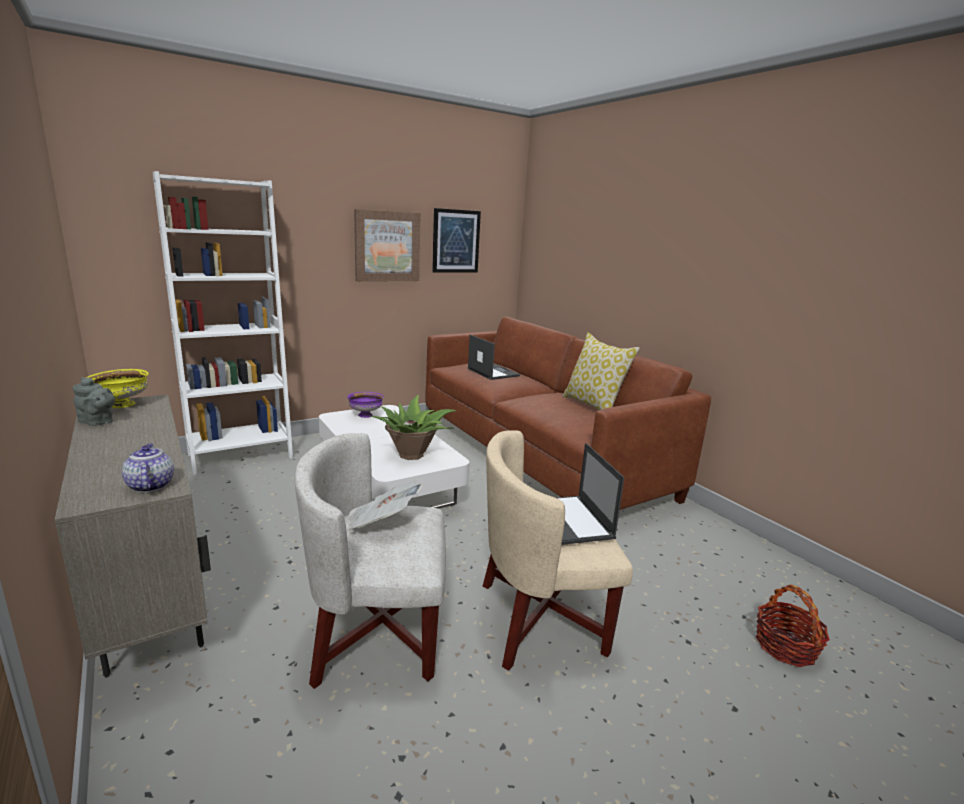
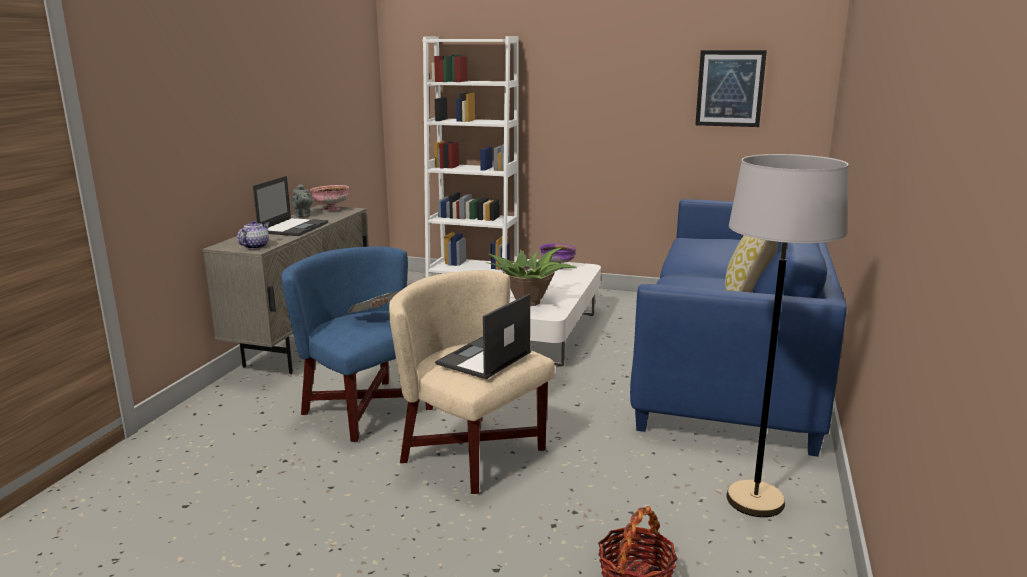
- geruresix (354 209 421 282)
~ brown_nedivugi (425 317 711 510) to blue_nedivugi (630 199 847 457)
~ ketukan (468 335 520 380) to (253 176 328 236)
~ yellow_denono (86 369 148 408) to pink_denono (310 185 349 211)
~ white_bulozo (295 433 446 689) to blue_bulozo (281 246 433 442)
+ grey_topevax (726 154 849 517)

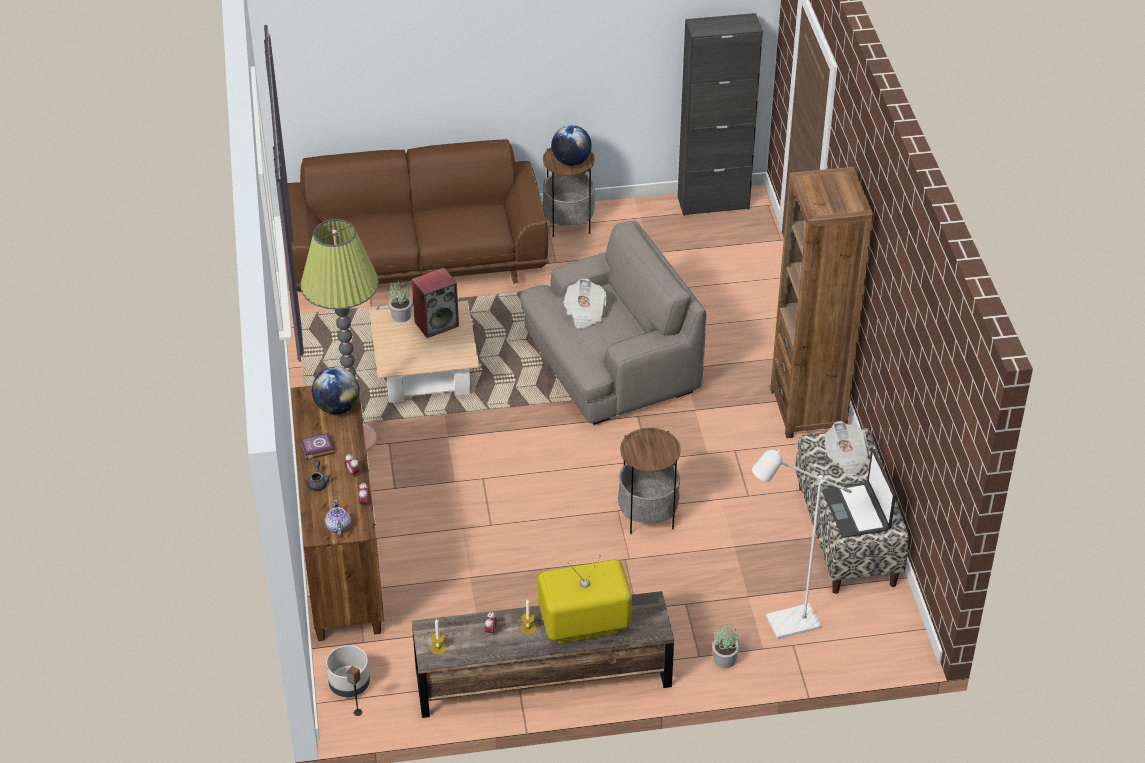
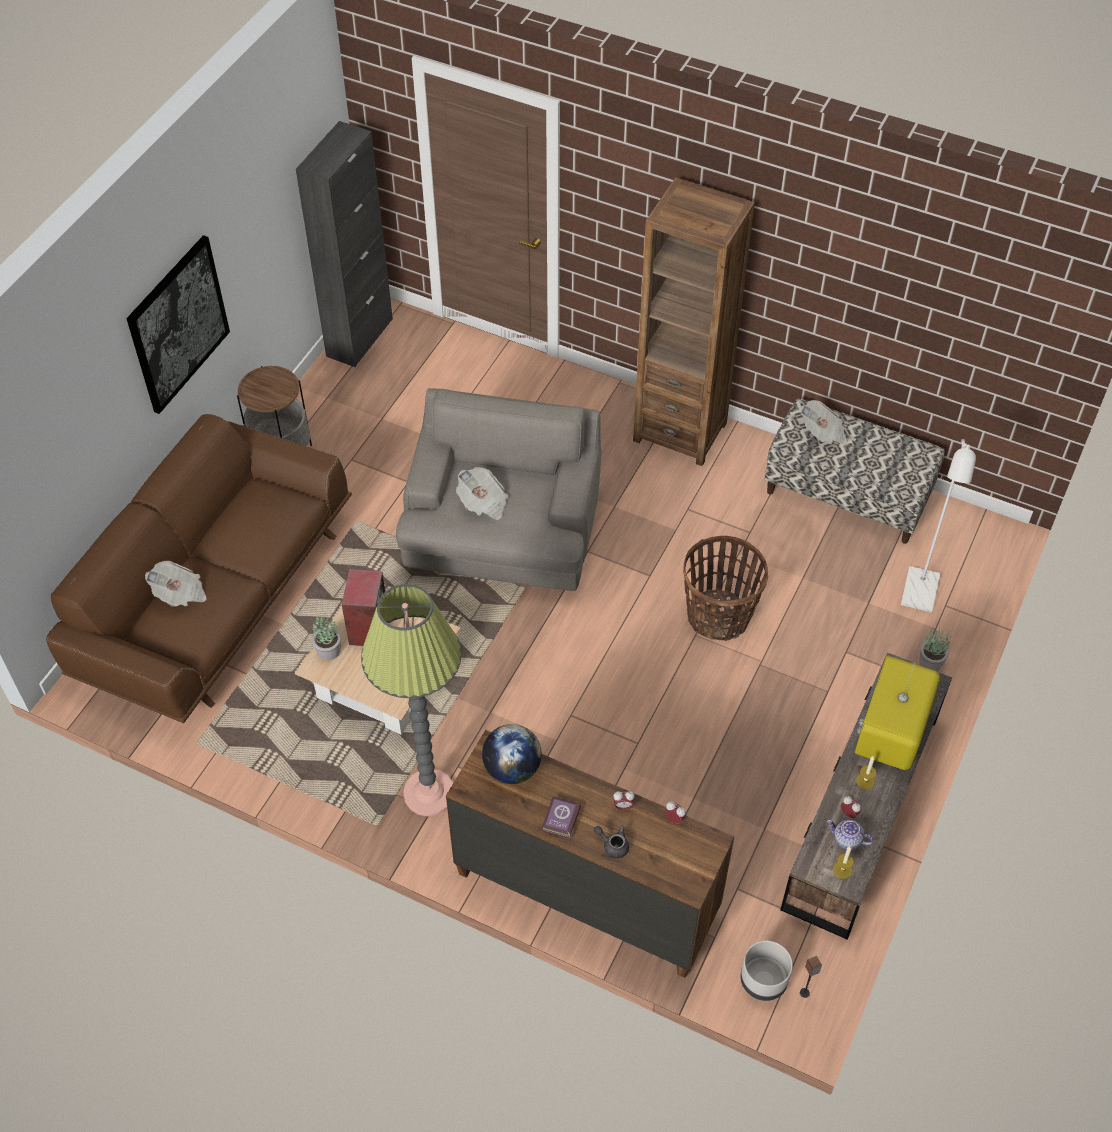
- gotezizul (551 125 592 166)
~ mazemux (618 428 681 534) to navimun (683 536 768 641)
- ketukan (822 449 896 538)
~ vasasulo (325 499 351 537) to (827 820 873 850)
+ geruresix (126 235 230 414)
+ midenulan (145 561 206 607)

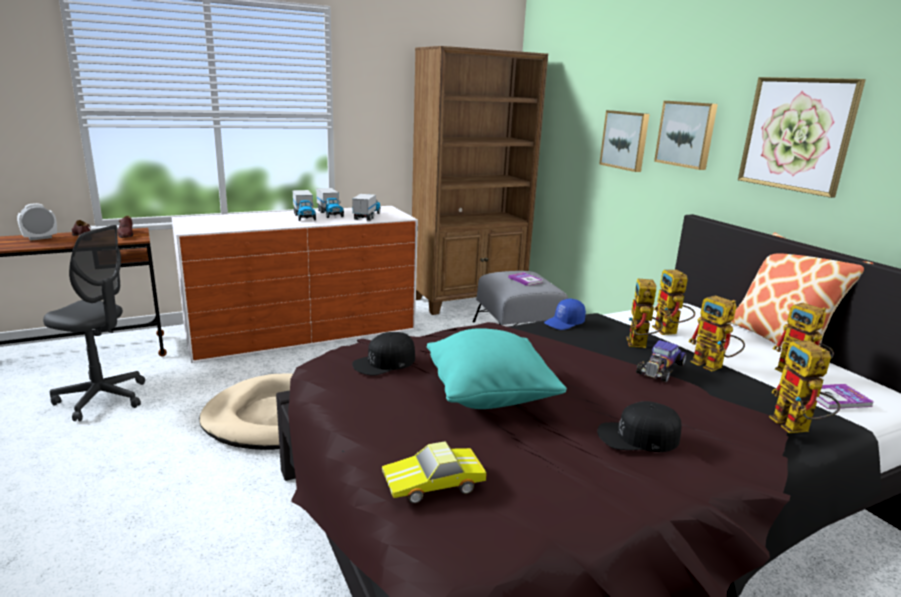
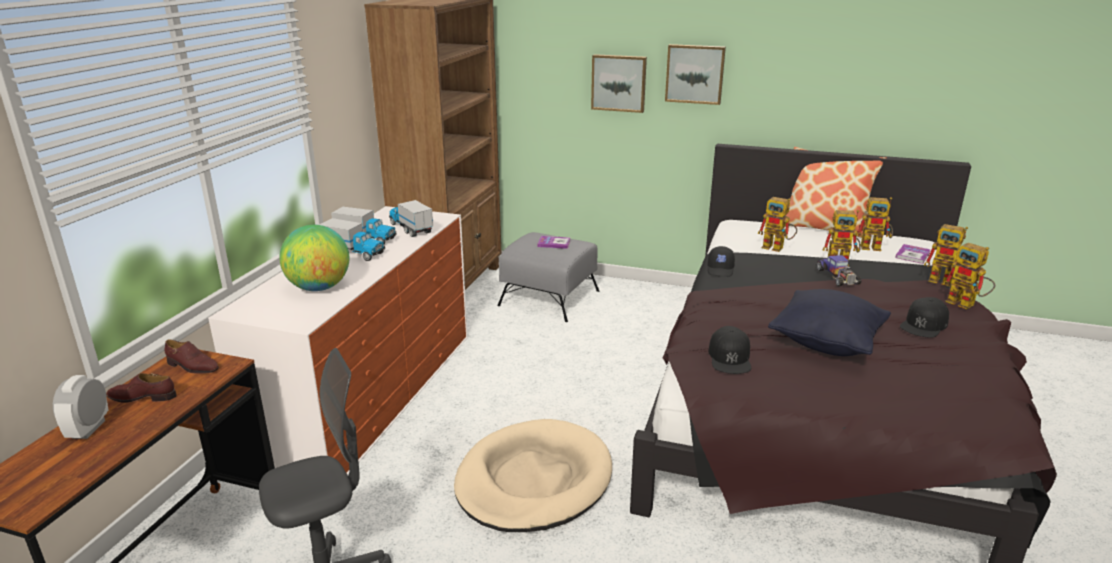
- geruresix (738 77 866 198)
~ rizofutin (626 278 663 348) to (943 243 995 309)
~ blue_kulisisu (544 299 586 330) to black_kulisisu (708 246 735 277)
~ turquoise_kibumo (426 328 567 409) to black_kibumo (768 289 891 356)
- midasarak (382 441 487 503)
+ gotezizul (279 225 349 291)

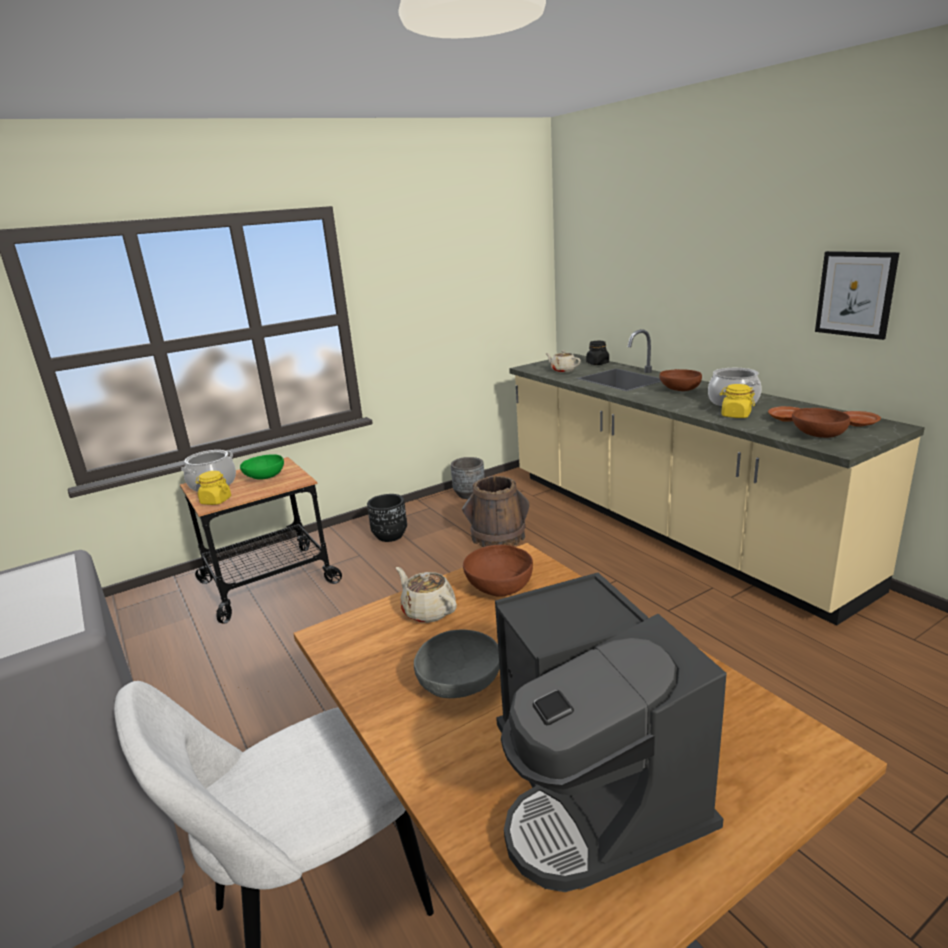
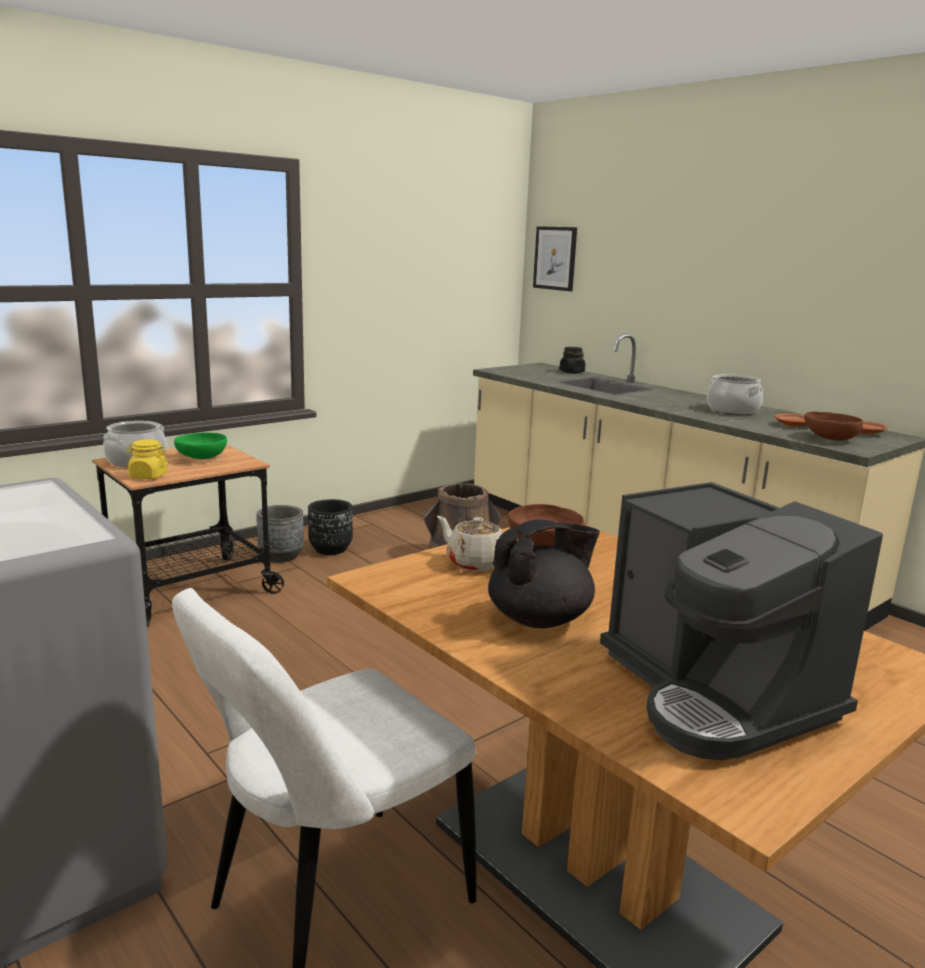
~ geruresix (815 251 900 340) to (533 226 577 291)
- beige_vasasulo (545 350 581 372)
- brown_denono (659 369 702 391)
- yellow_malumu (720 384 755 418)
~ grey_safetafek (451 457 485 499) to (257 505 304 562)
~ grey_denono (414 630 500 698) to black_vasasulo (488 520 600 628)

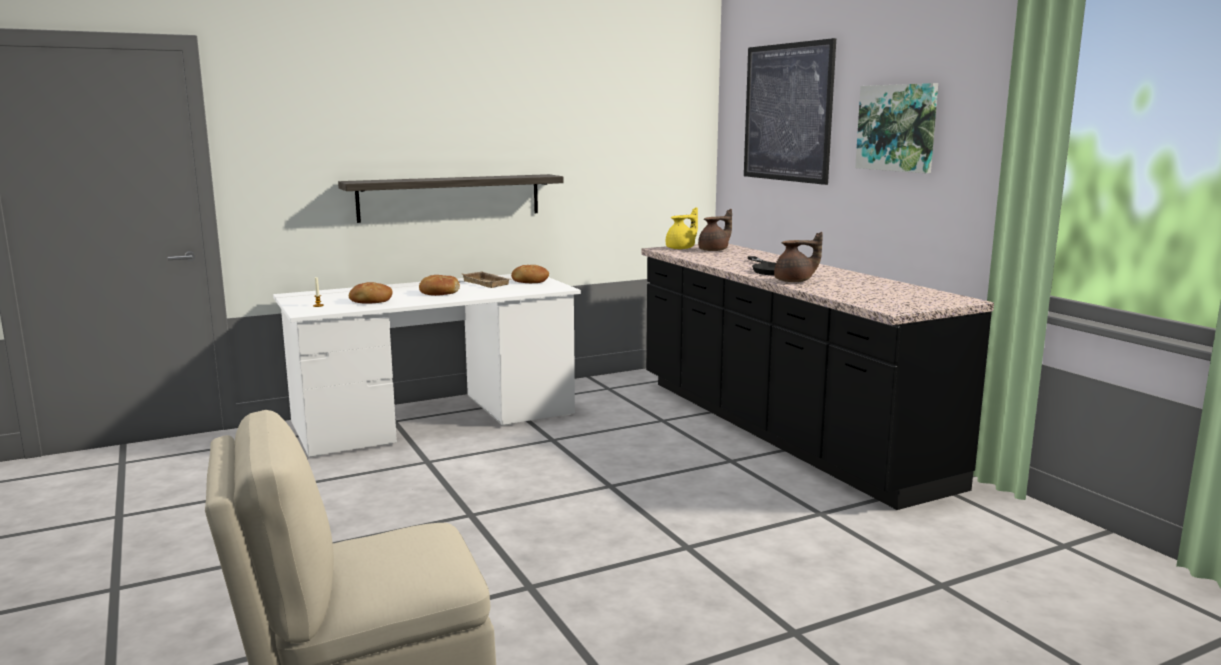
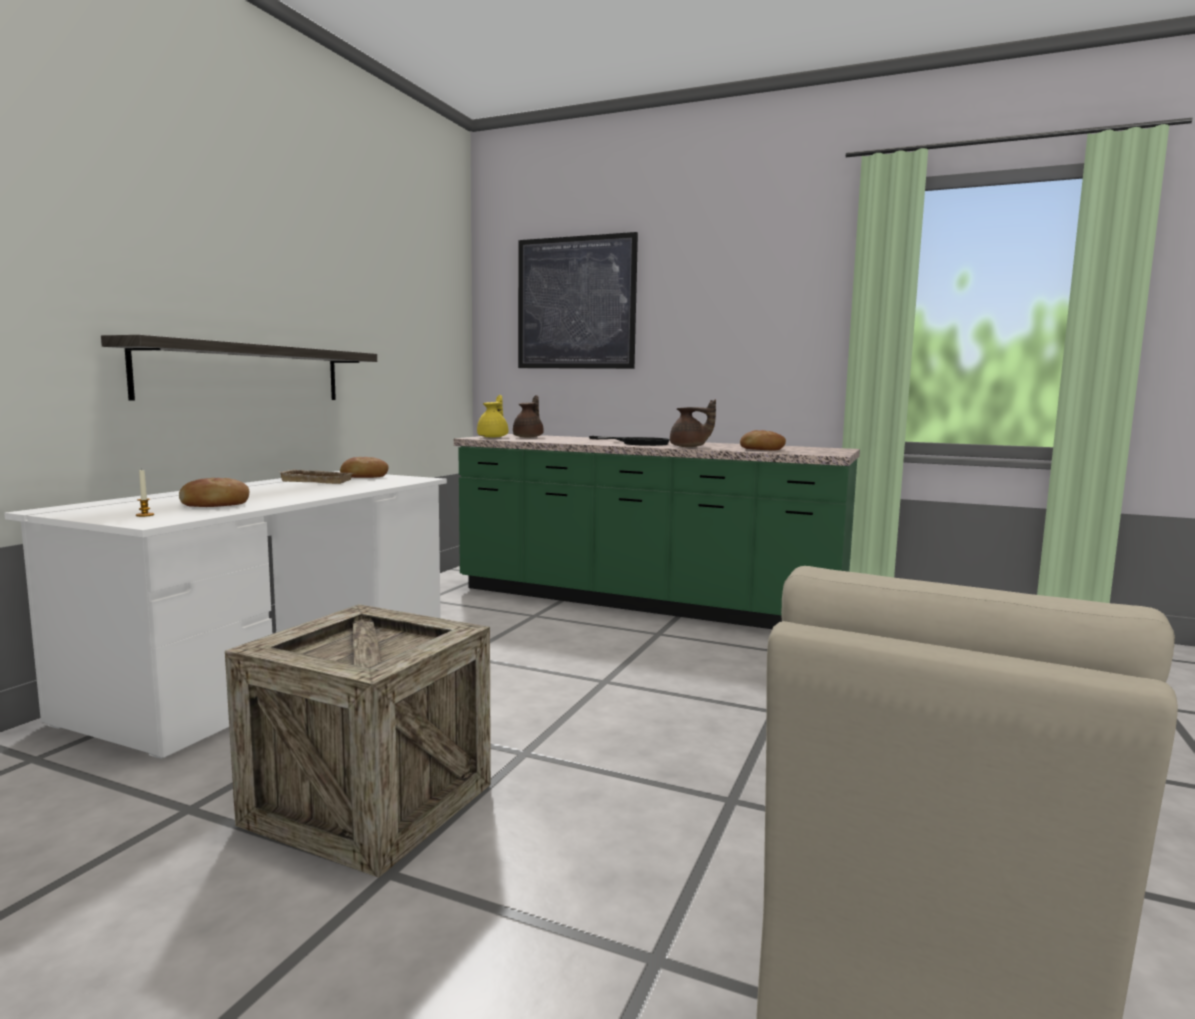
- geruresix (855 83 938 173)
~ brown_vasasulo (774 232 823 282) = (670 399 716 447) 60 degrees clockwise
~ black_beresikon (641 244 994 510) to green_beresikon (454 434 860 629)
~ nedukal (419 275 460 296) to (740 430 786 450)
+ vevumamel (225 604 491 878)

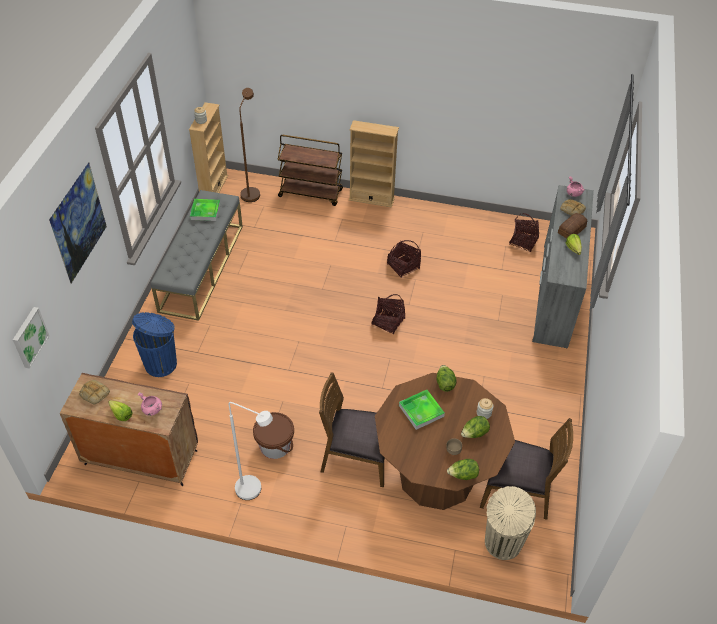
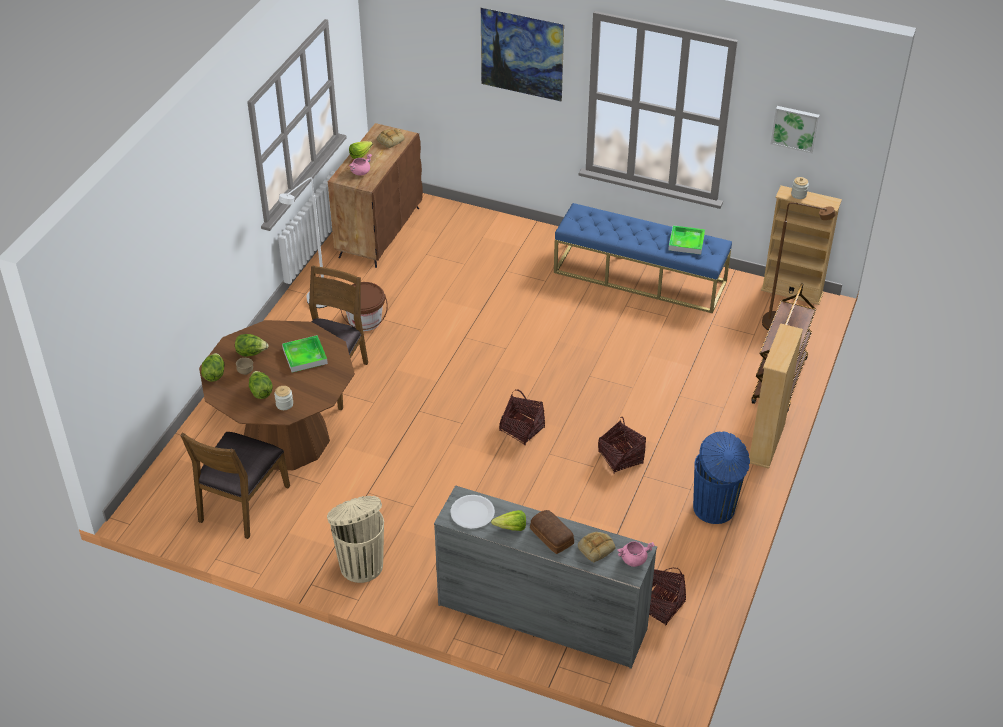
~ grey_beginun (151 190 243 321) to blue_beginun (554 203 732 313)
~ geruresix (13 307 49 369) to (771 106 820 153)
~ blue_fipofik (132 312 177 377) to (693 431 750 524)
~ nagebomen (436 365 457 392) to (235 334 269 357)
~ beige_fipofik (485 486 536 560) to (327 496 384 583)
+ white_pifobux (450 495 495 529)

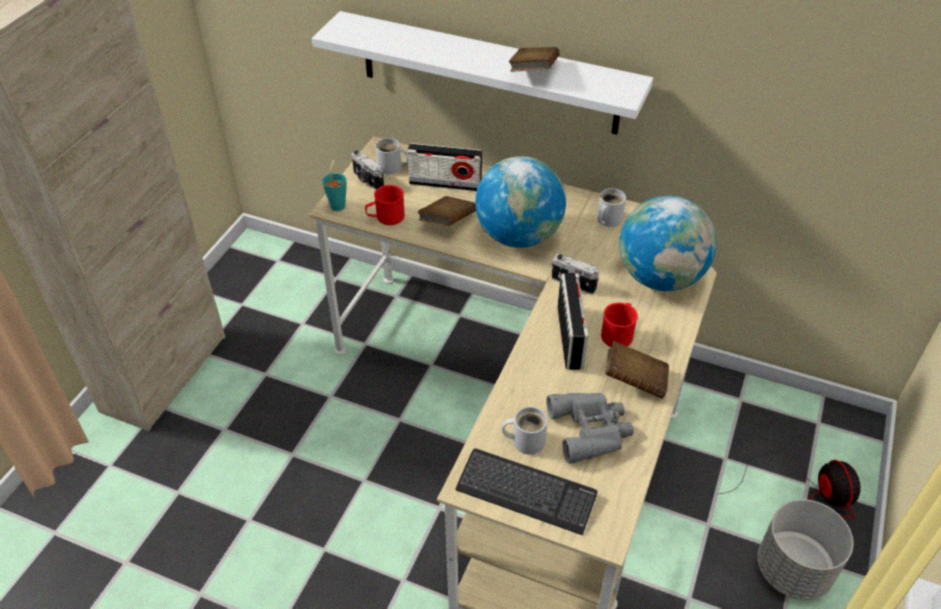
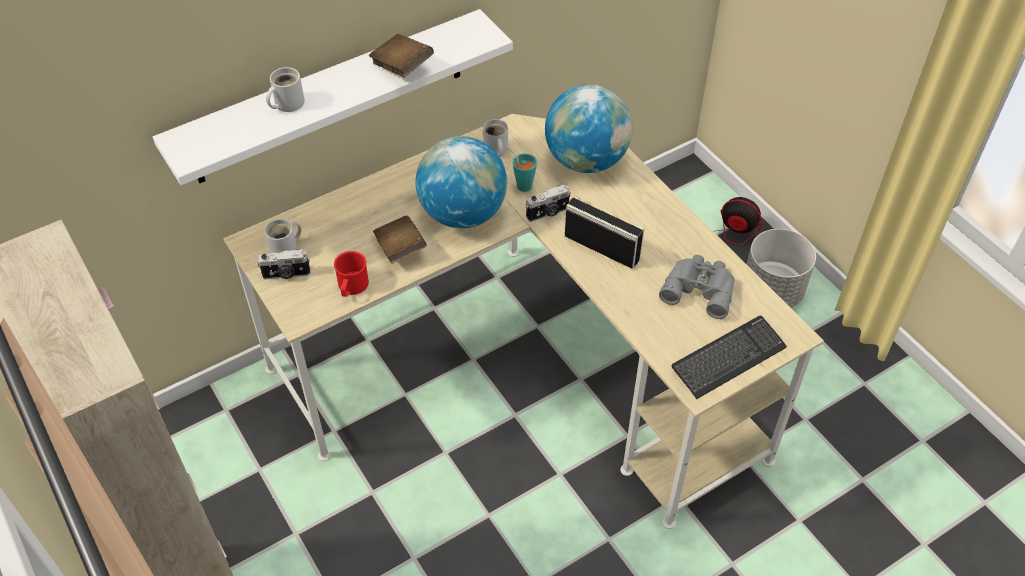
- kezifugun (407 143 482 191)
~ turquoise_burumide (322 160 346 211) to (506 147 537 192)
- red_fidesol (601 303 638 347)
- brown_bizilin (605 341 669 399)
~ white_fidesol (502 407 548 455) to (266 67 305 112)

